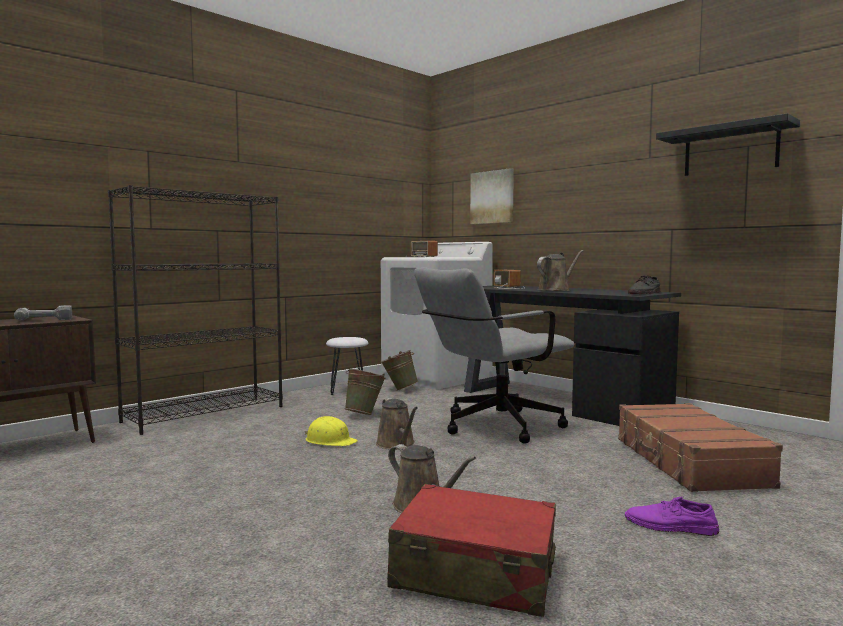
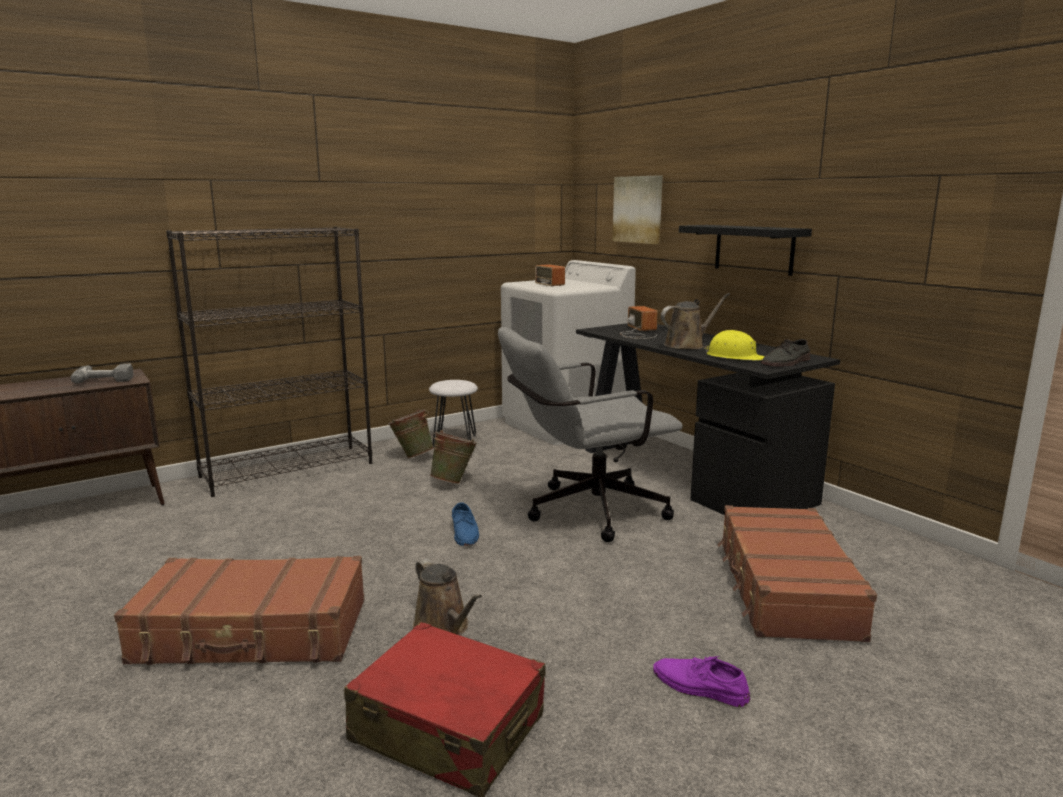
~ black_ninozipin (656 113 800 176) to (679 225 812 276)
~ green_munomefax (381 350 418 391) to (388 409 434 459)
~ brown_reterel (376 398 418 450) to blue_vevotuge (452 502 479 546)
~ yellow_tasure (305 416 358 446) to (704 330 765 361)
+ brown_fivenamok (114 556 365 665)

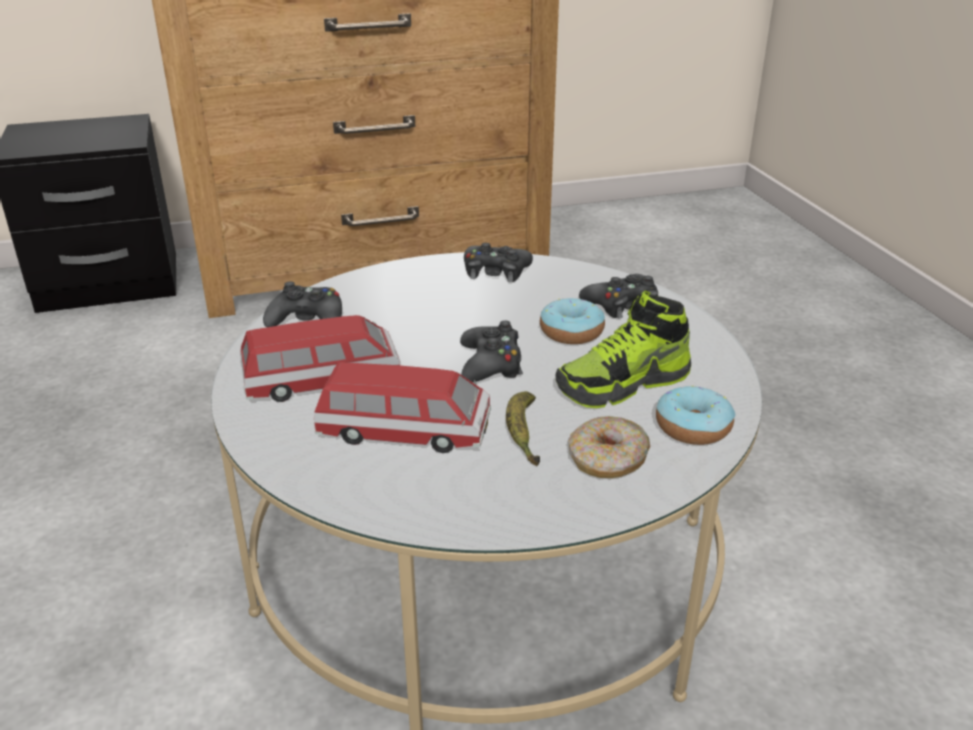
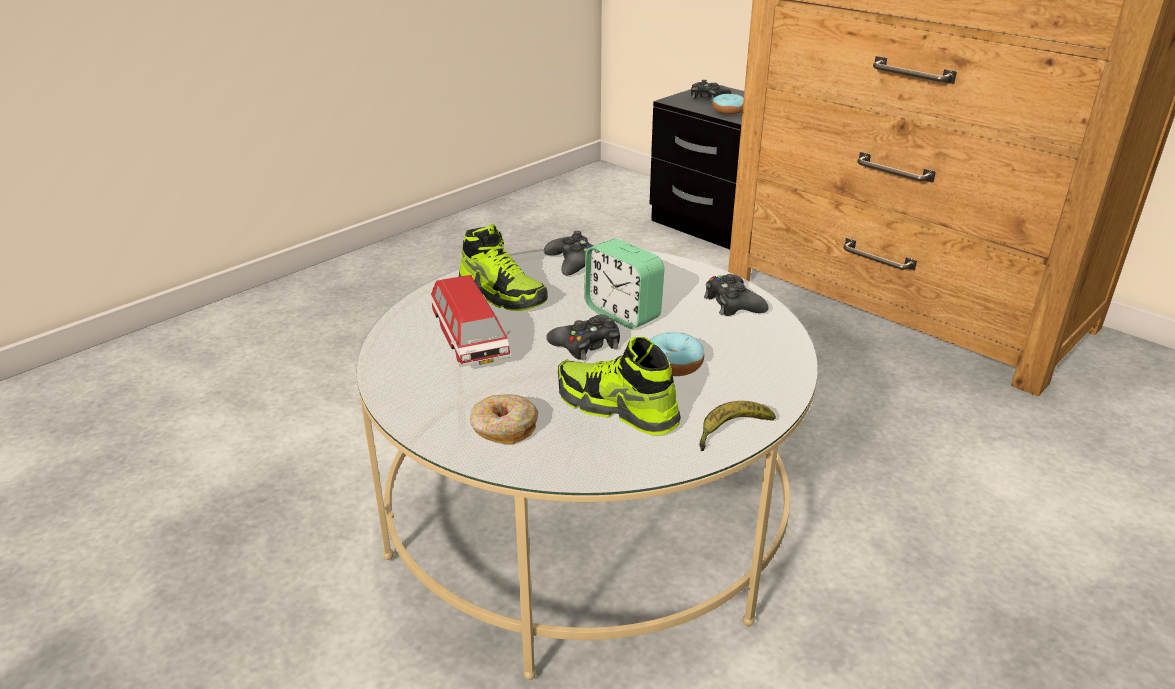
~ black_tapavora (579 274 658 318) to (691 80 731 102)
~ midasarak (240 315 400 402) to vevotuge (459 224 548 311)
~ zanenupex (656 385 735 445) to (712 93 744 114)
~ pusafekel (506 391 540 466) to (699 401 776 451)
+ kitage (584 239 664 329)

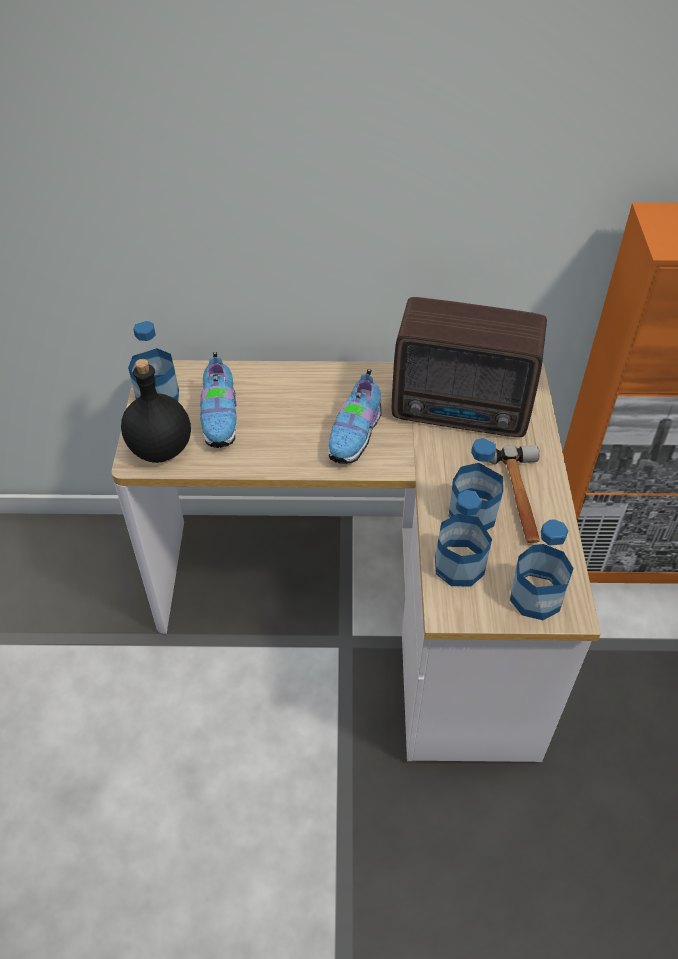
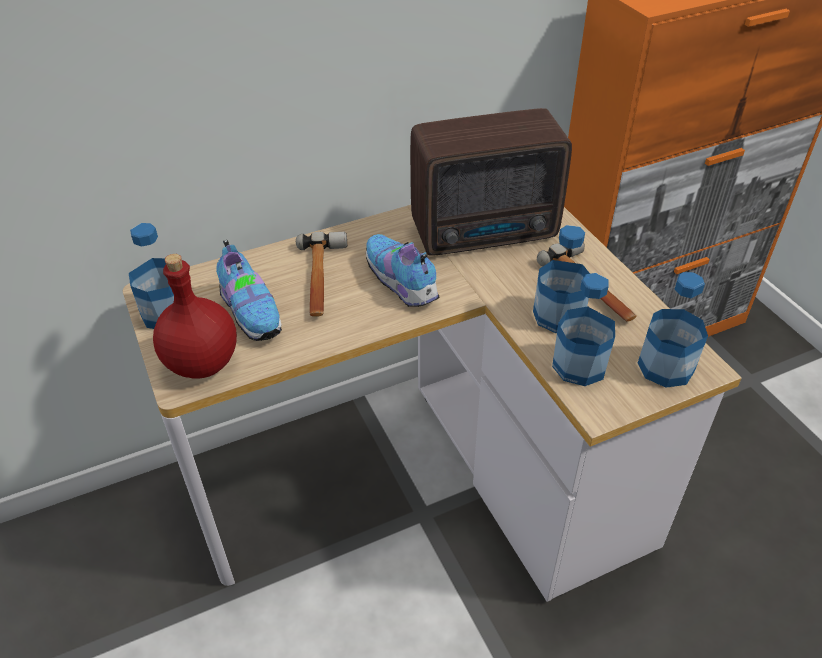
~ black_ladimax (121 359 191 463) to red_ladimax (153 254 237 378)
~ vevotuge (328 369 382 464) = (366 234 439 307) 150 degrees clockwise
+ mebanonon (296 232 347 317)

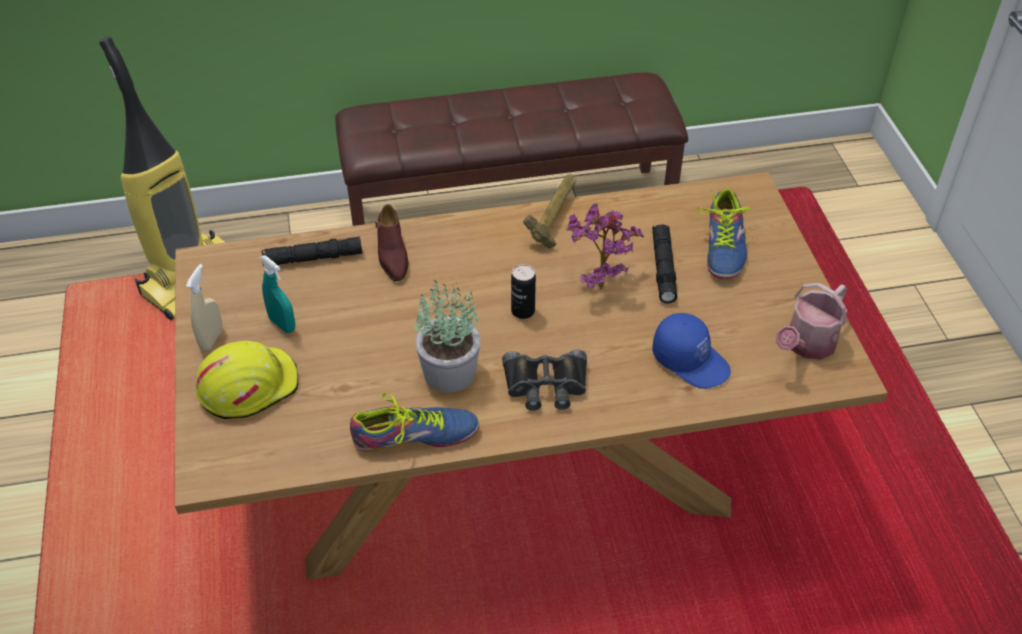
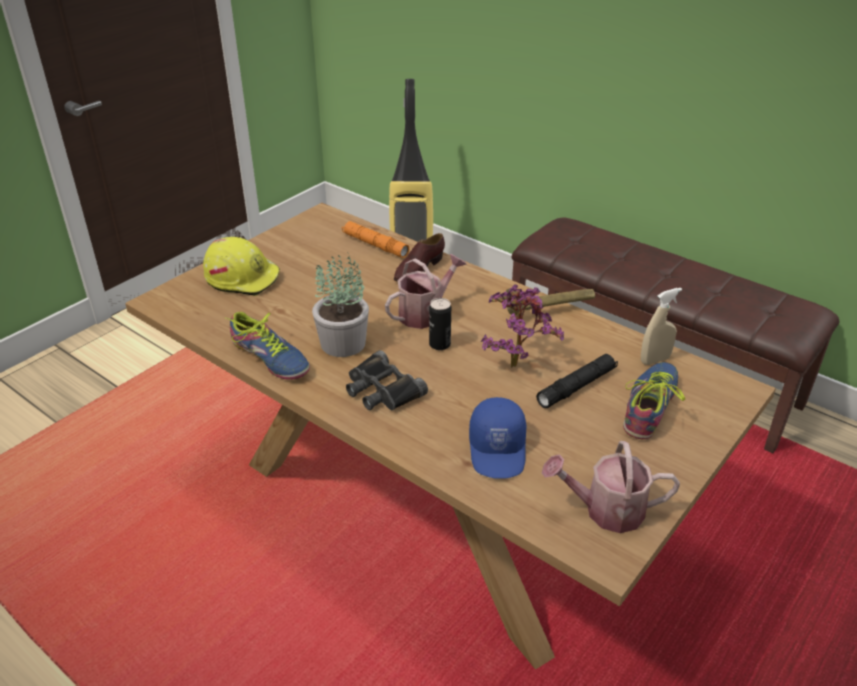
~ vevotuge (697 187 751 279) = (623 362 685 439) 150 degrees clockwise
~ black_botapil (261 237 362 266) to orange_botapil (342 221 409 258)
- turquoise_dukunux (260 255 295 333)
~ beige_dukunux (186 264 223 351) to (641 288 682 365)
+ reterel (385 254 467 329)

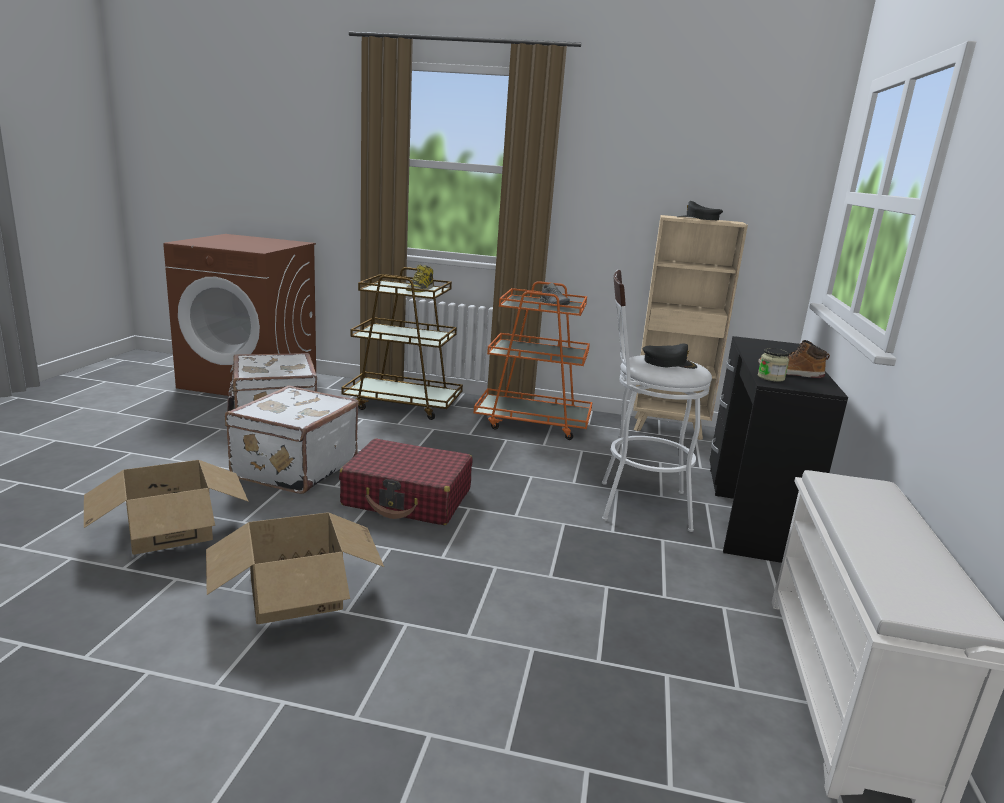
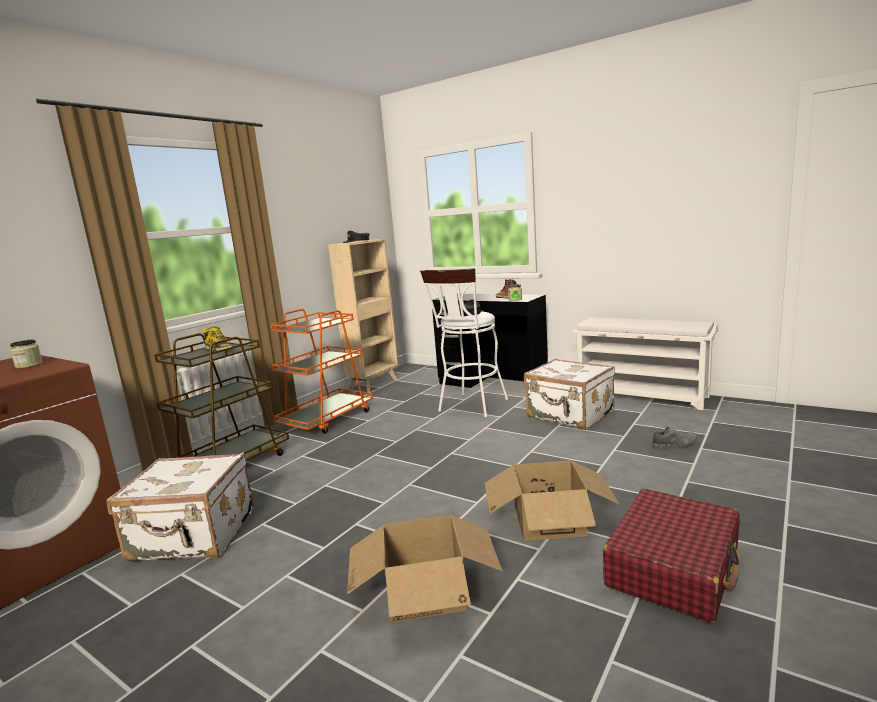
~ grey_vevotuge (540 283 570 305) to (652 427 697 448)
~ white_fivenamok (225 386 359 494) to (524 359 615 430)
~ red_fivenamok (339 438 472 525) to (603 489 740 623)
+ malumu (10 340 43 369)

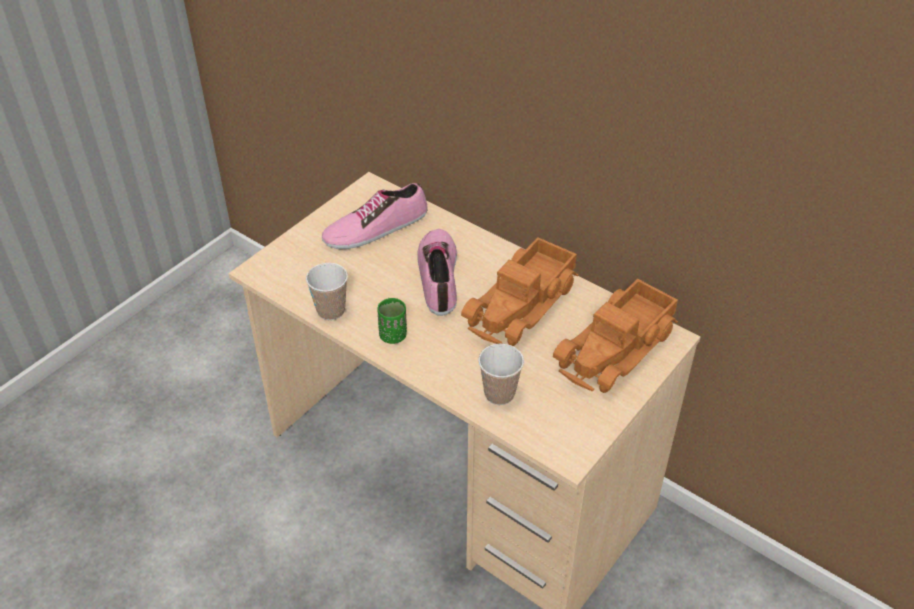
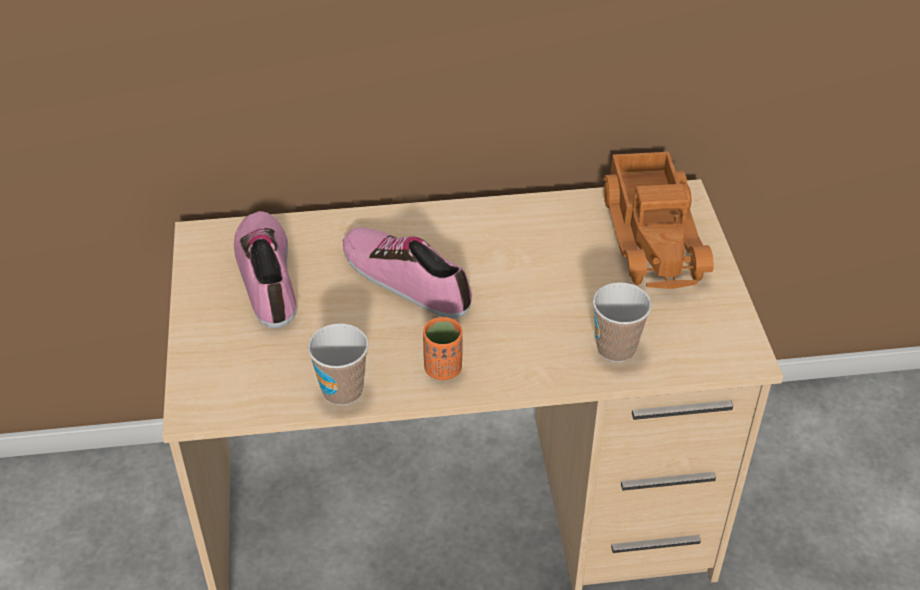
~ vevotuge (322 183 427 249) = (234 211 296 328) 150 degrees clockwise
- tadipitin (461 237 578 346)
~ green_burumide (377 298 407 344) to orange_burumide (423 317 463 380)

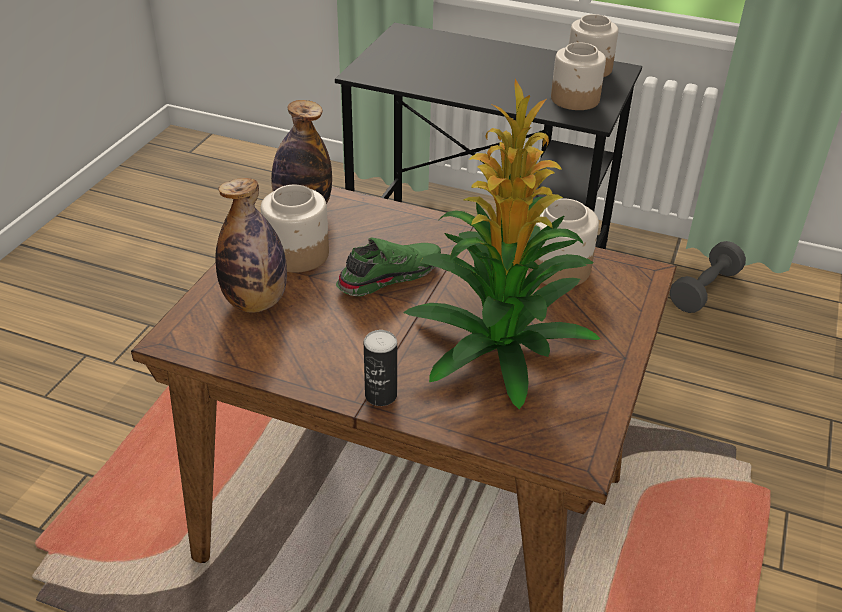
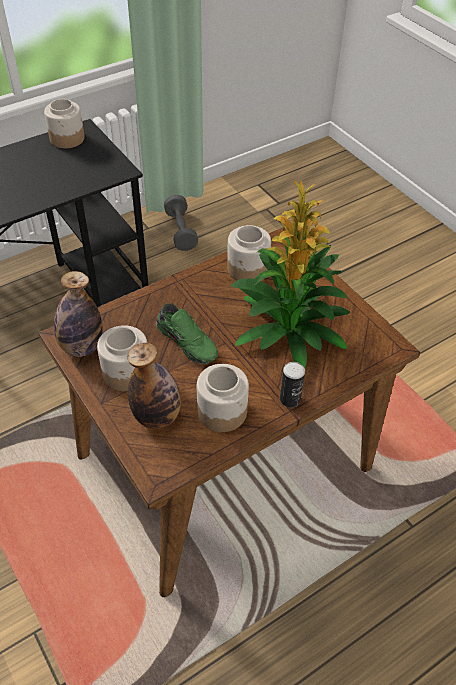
~ malumu (551 42 606 110) to (197 364 249 432)
~ green_vevotuge (336 237 441 296) = (156 303 218 364) 135 degrees clockwise

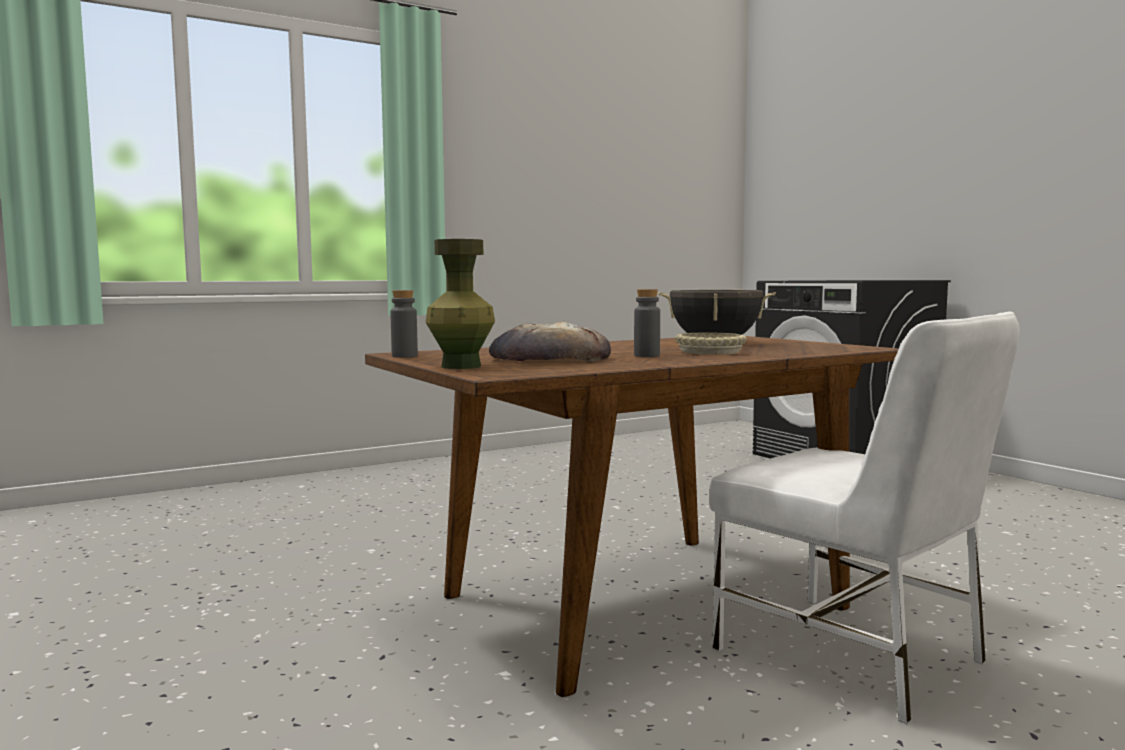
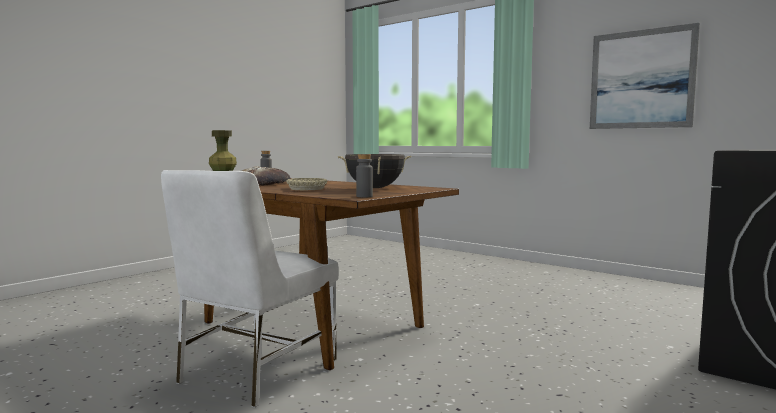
~ grey_ladimax (634 289 660 357) to (356 154 373 198)
+ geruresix (590 23 700 129)

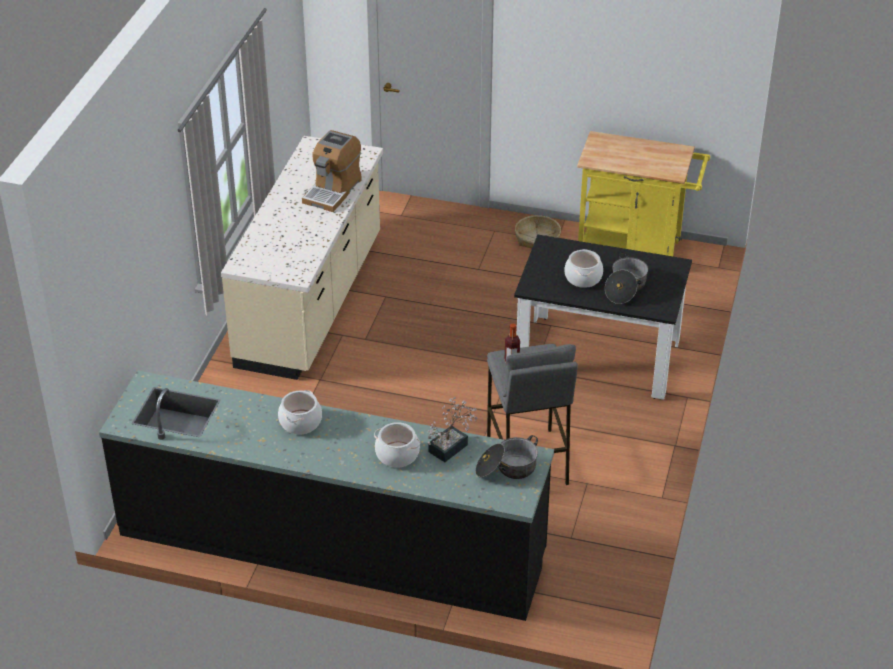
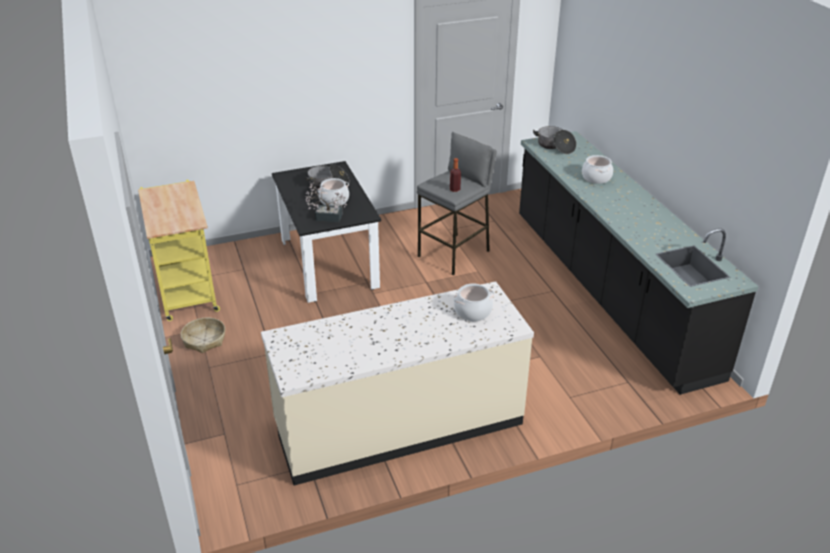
- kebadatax (302 130 362 212)
~ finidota (278 390 322 435) to (453 284 494 321)
~ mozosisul (427 397 478 462) to (305 182 347 222)

